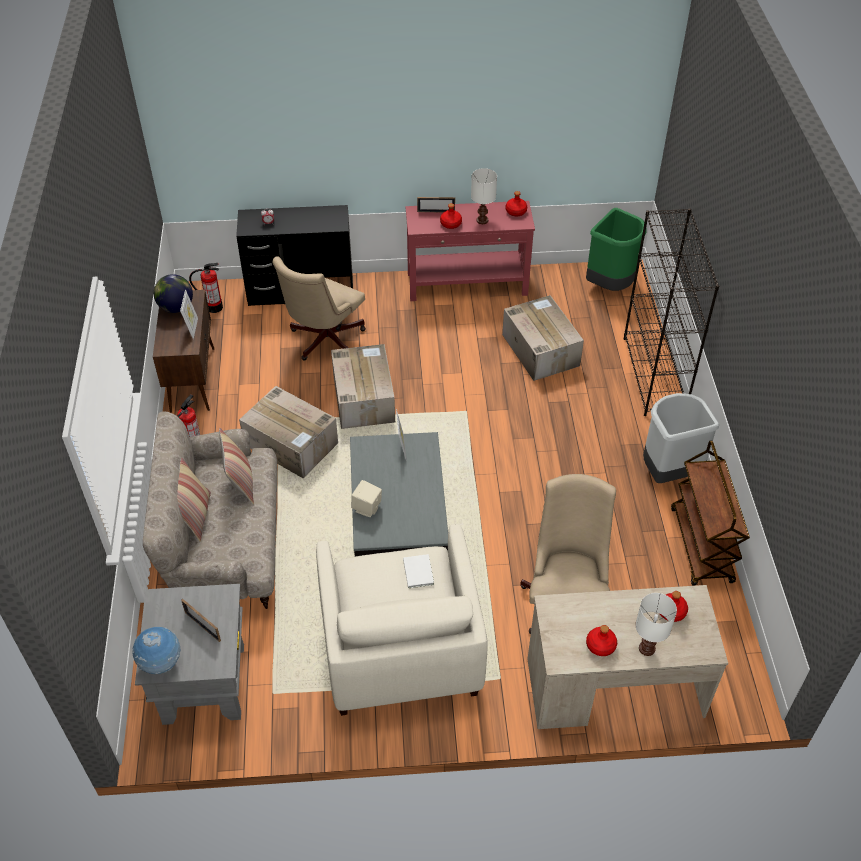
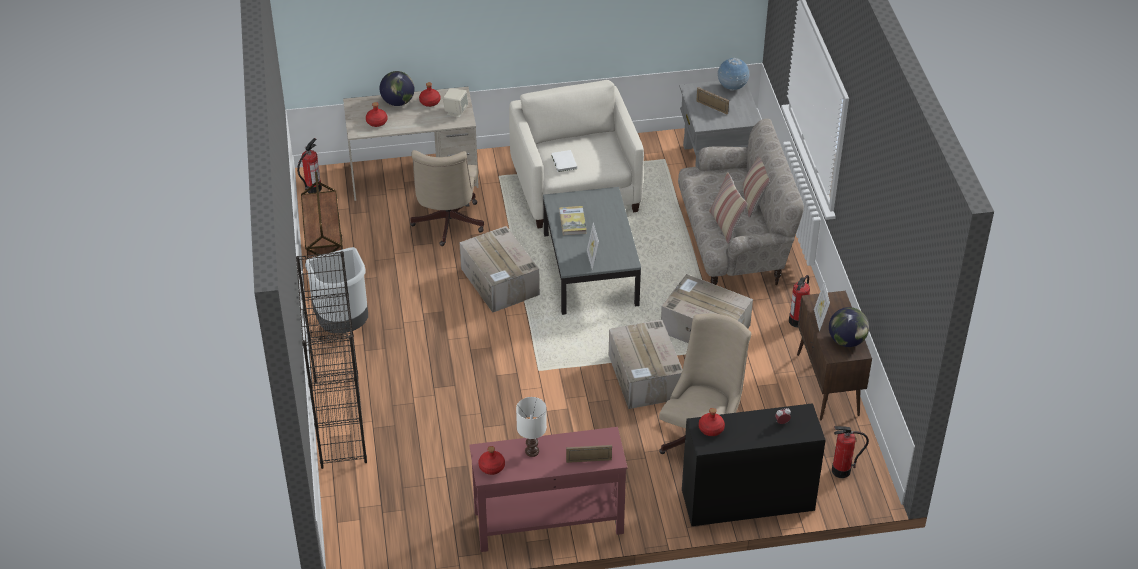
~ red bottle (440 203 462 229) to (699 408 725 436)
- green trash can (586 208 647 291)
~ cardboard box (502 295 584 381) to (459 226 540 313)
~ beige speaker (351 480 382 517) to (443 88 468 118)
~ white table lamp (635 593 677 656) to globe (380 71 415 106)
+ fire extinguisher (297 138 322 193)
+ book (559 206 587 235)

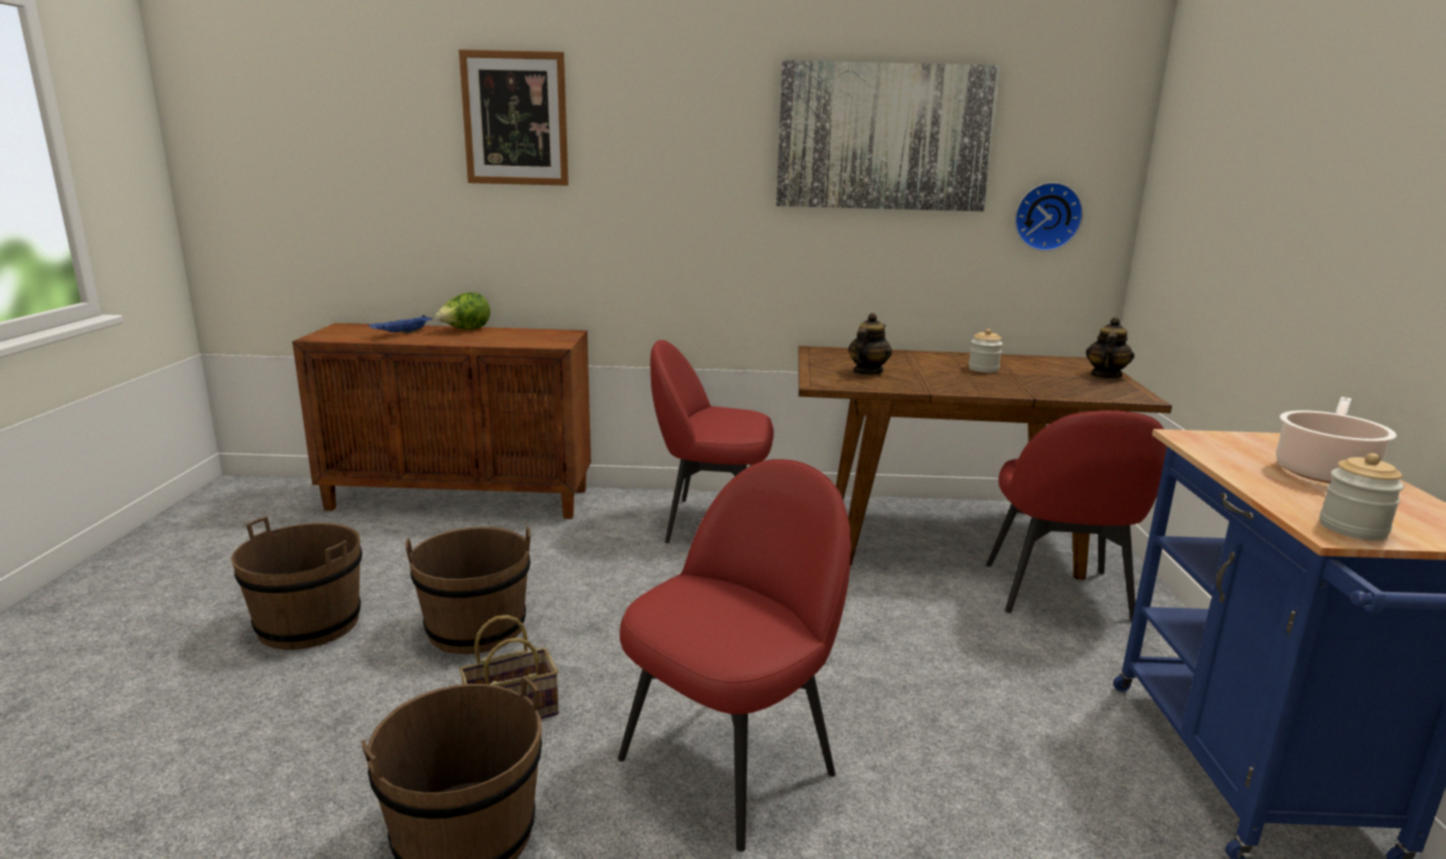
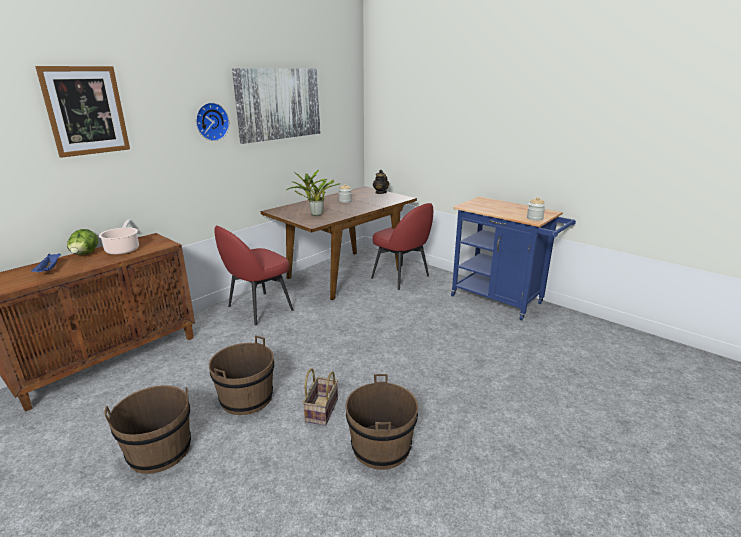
~ wall clock (1015 182 1083 251) to (196 102 229 141)
~ teapot (848 313 892 374) to potted plant (286 170 340 216)
~ cooking pot (1276 397 1397 484) to (99 219 139 255)
- red chair (618 459 851 852)

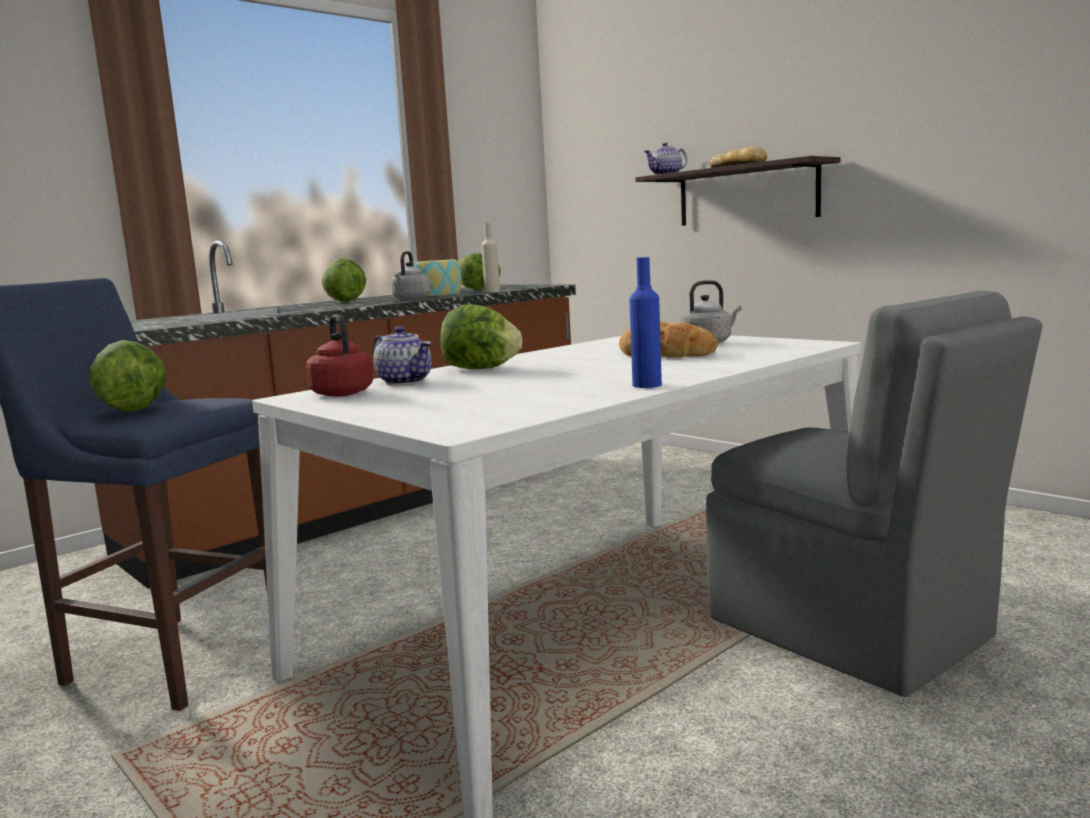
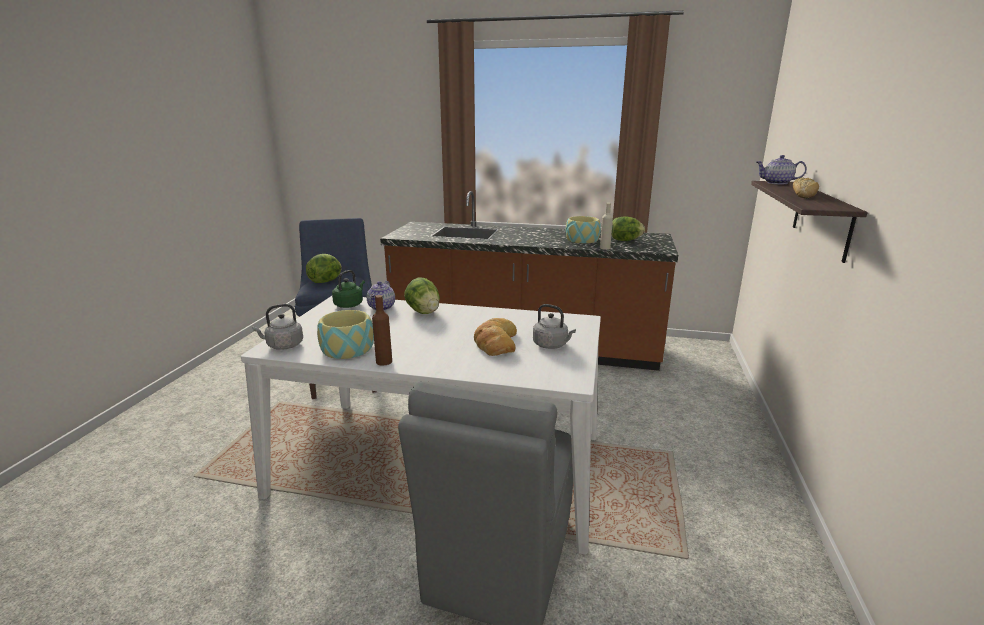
~ grey kettle (391 251 430 300) to (252 304 303 350)
~ blue bottle (629 257 662 388) to brown bottle (372 295 392 366)
- lettuce (322 258 366 302)
~ red kettle (306 314 373 397) to green kettle (332 270 365 308)
+ bowl (317 310 374 359)

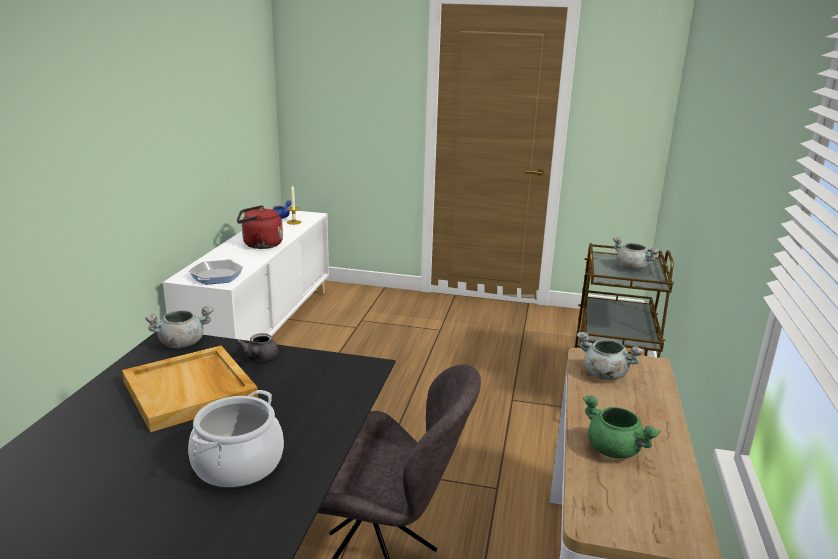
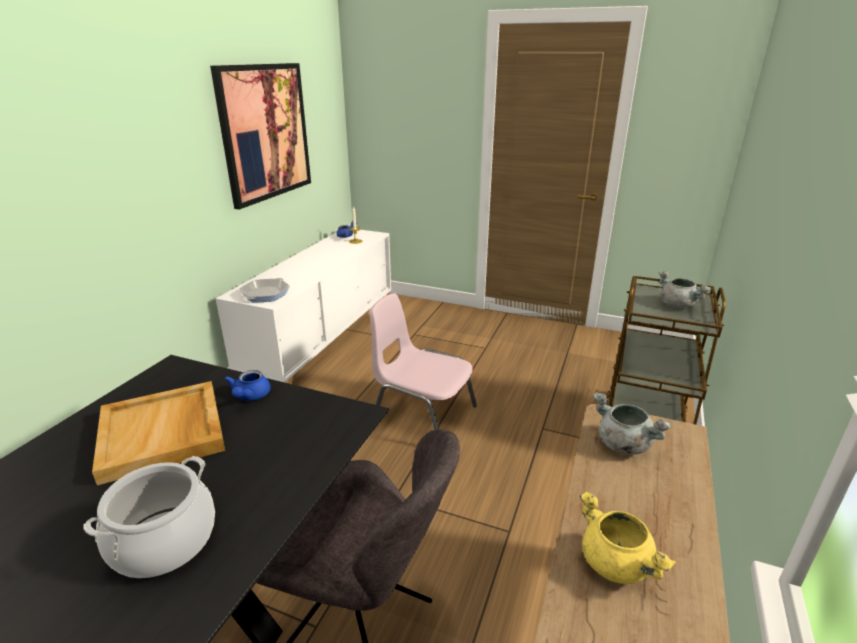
- red kettle (237 205 283 249)
- grey cooking pot (145 306 214 348)
~ grey teapot (236 333 279 361) to blue teapot (225 370 271 401)
~ green cooking pot (583 395 661 458) to yellow cooking pot (580 492 676 584)
+ picture (210 63 311 210)
+ pink chair (369 294 477 430)

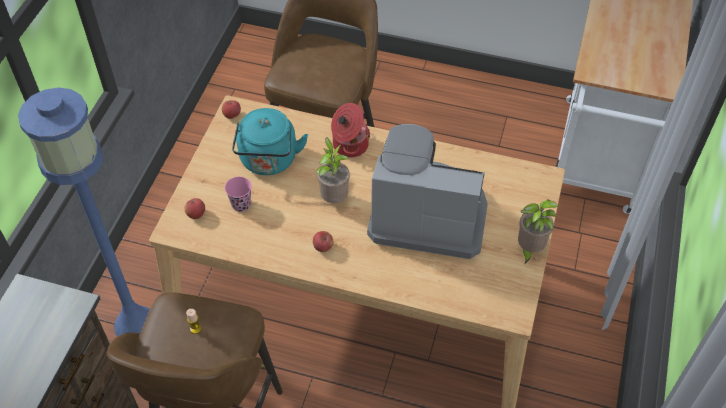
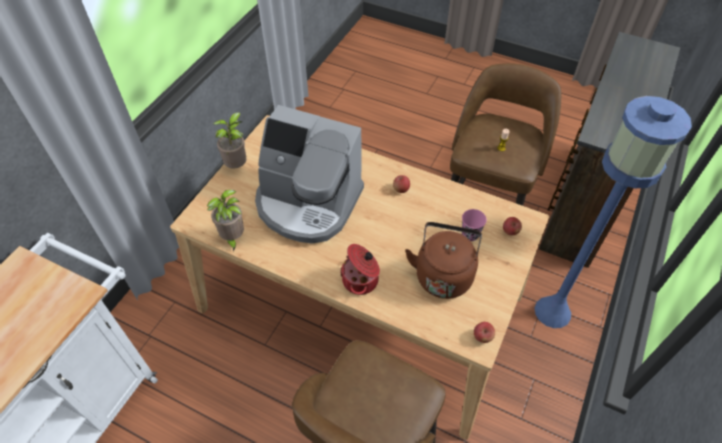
~ turquoise kettle (232 108 308 175) to brown kettle (405 222 482 299)
~ potted plant (316 137 350 203) to (207 190 244 252)

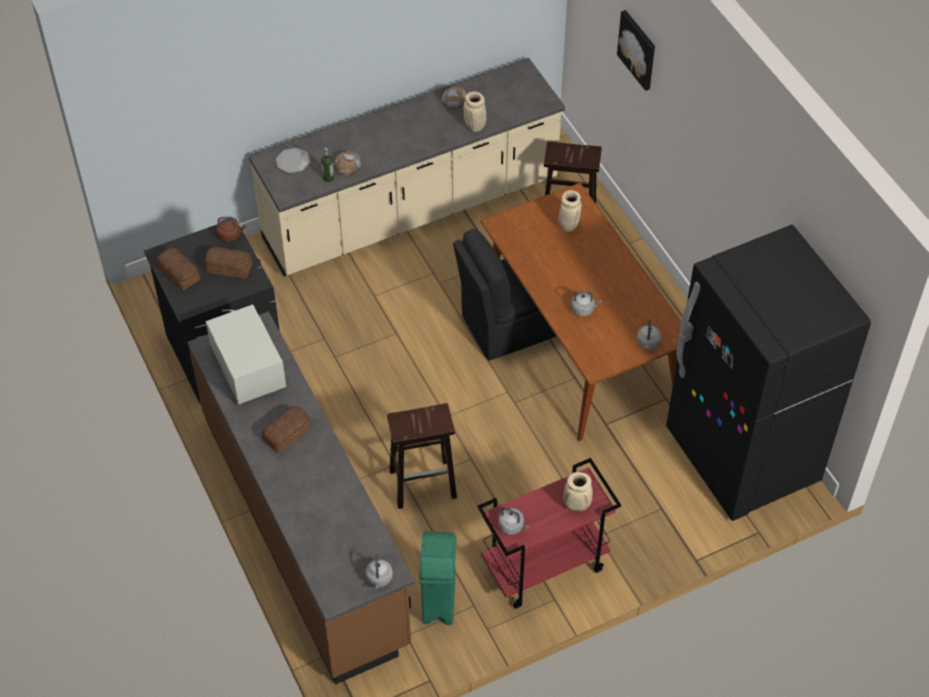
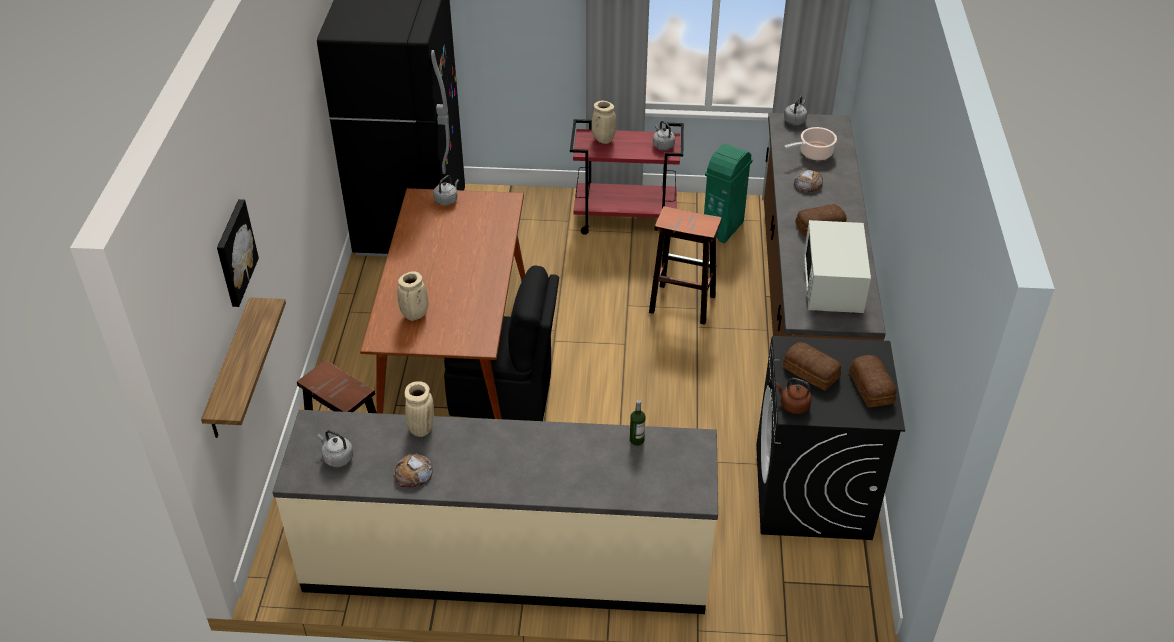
- plate (276 148 310 173)
~ bread (333 152 361 177) to (794 170 823 193)
~ grey kettle (571 291 602 316) to (318 430 354 467)
+ cooking pot (784 127 837 160)
+ shelf (201 297 286 438)

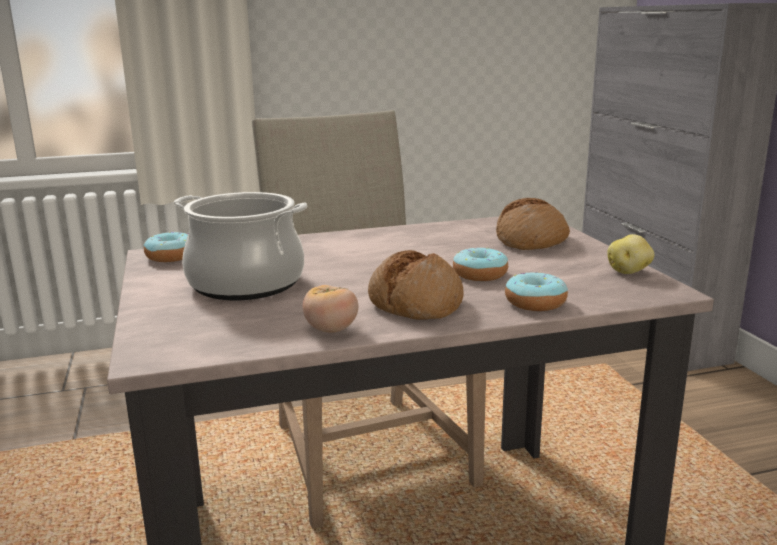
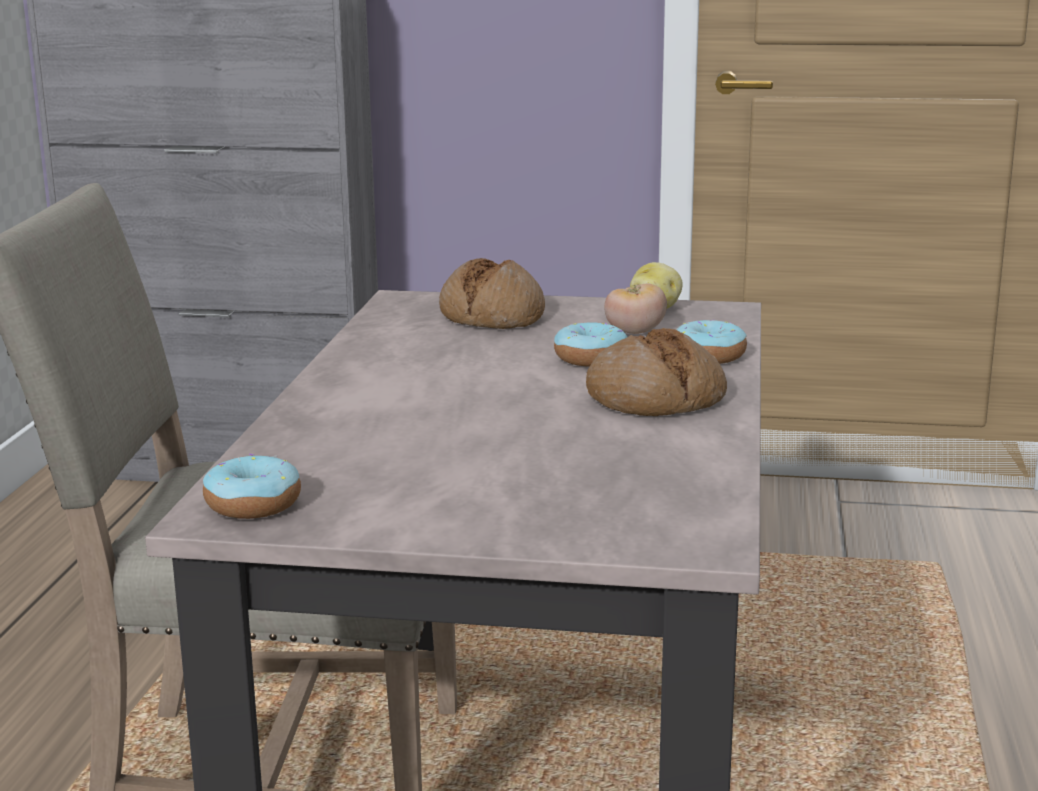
- cooking pot (174 192 307 300)
~ tomato (303 285 358 332) to (604 284 667 334)

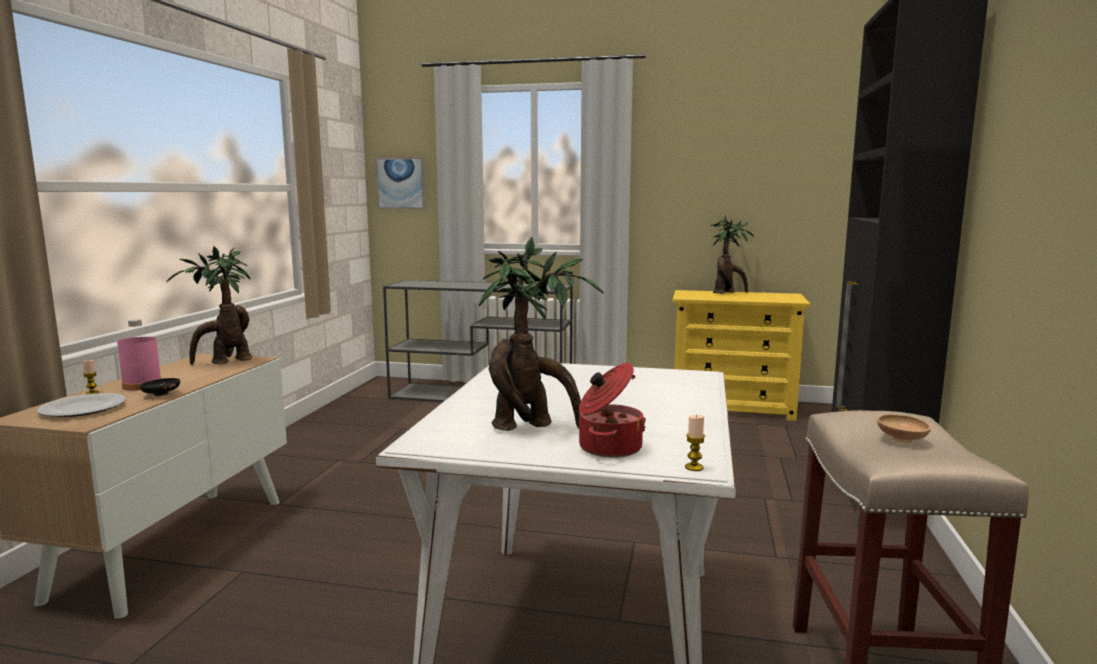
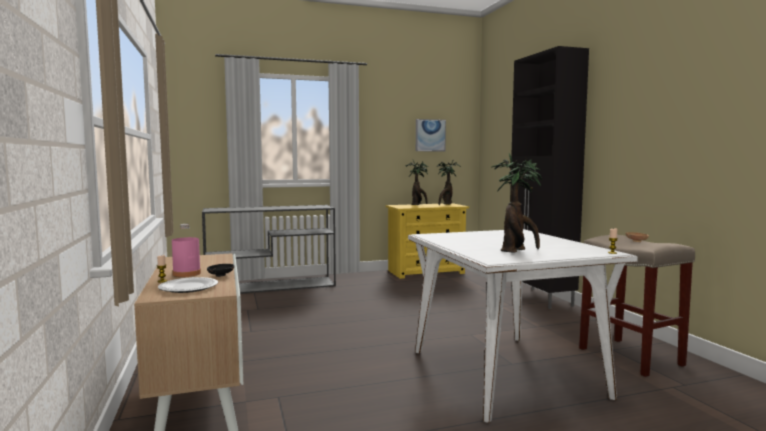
~ picture (376 158 425 209) to (416 119 446 151)
~ potted plant (166 246 252 364) to (437 159 461 205)
- cooking pot (579 363 646 458)

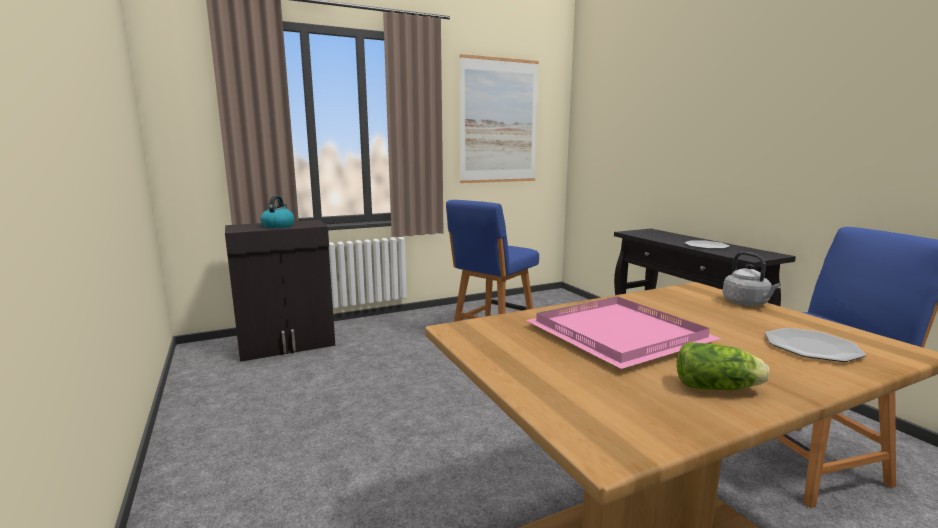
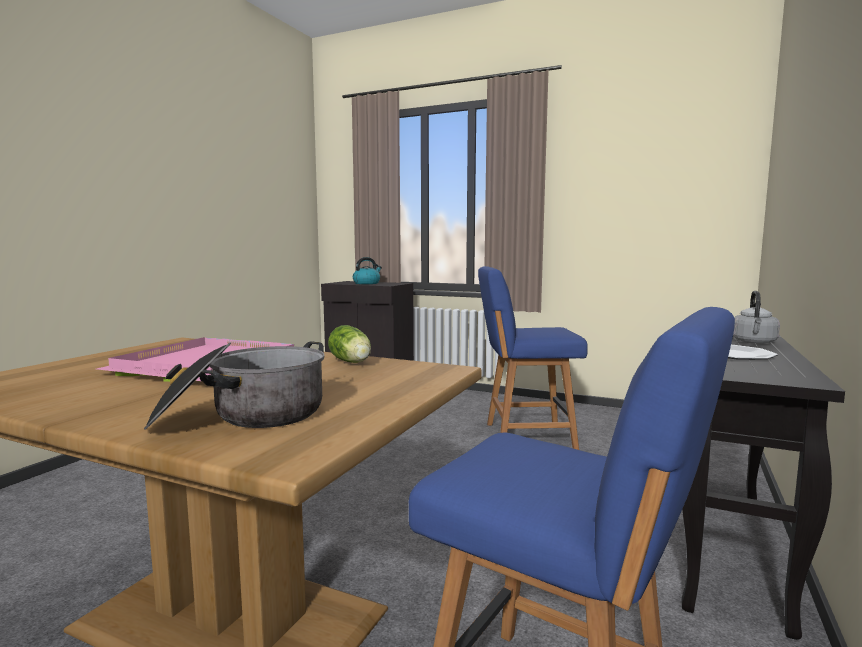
- picture (460 54 539 183)
~ grey kettle (722 252 781 306) to (733 291 780 344)
~ plate (765 328 866 362) to cooking pot (144 341 324 430)
~ lettuce (677 342 770 390) to (328 325 371 363)

